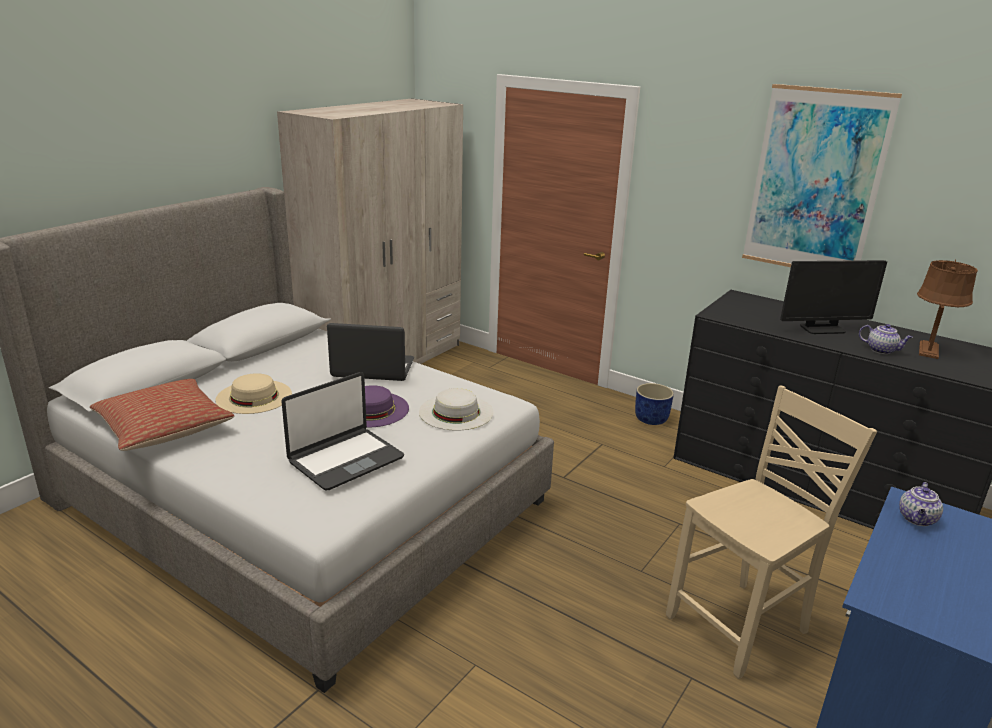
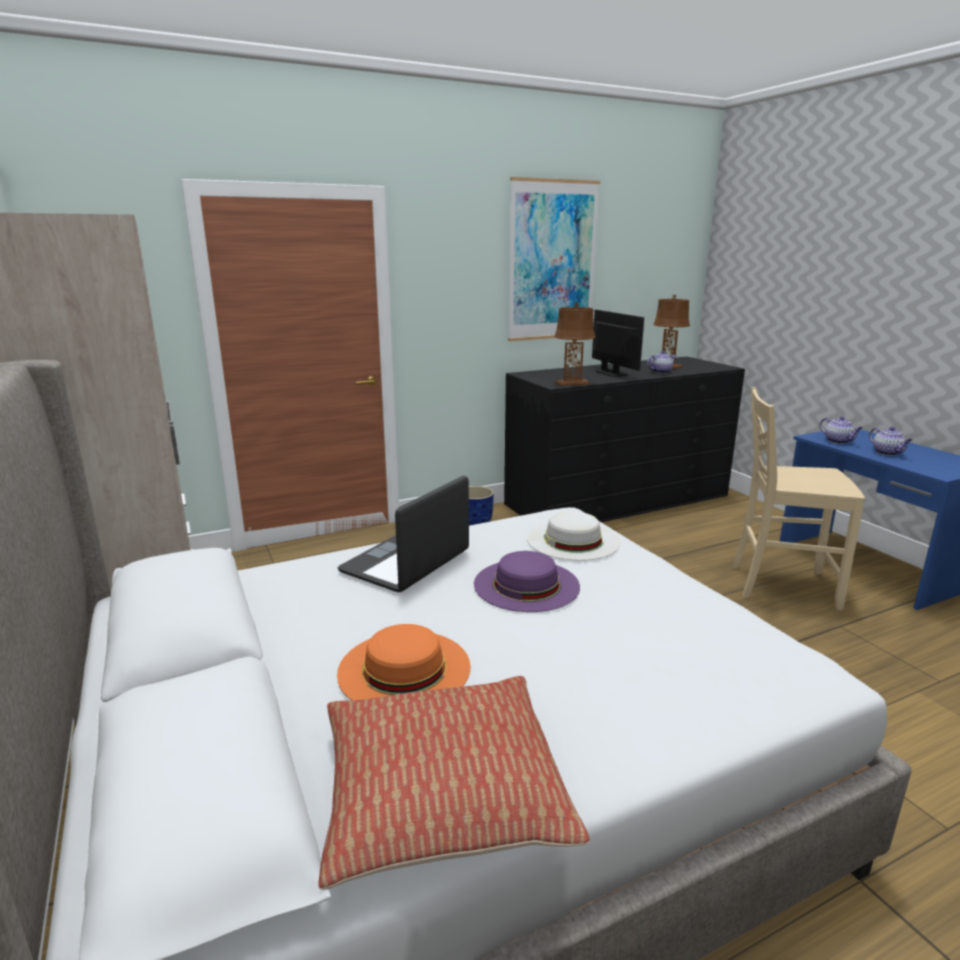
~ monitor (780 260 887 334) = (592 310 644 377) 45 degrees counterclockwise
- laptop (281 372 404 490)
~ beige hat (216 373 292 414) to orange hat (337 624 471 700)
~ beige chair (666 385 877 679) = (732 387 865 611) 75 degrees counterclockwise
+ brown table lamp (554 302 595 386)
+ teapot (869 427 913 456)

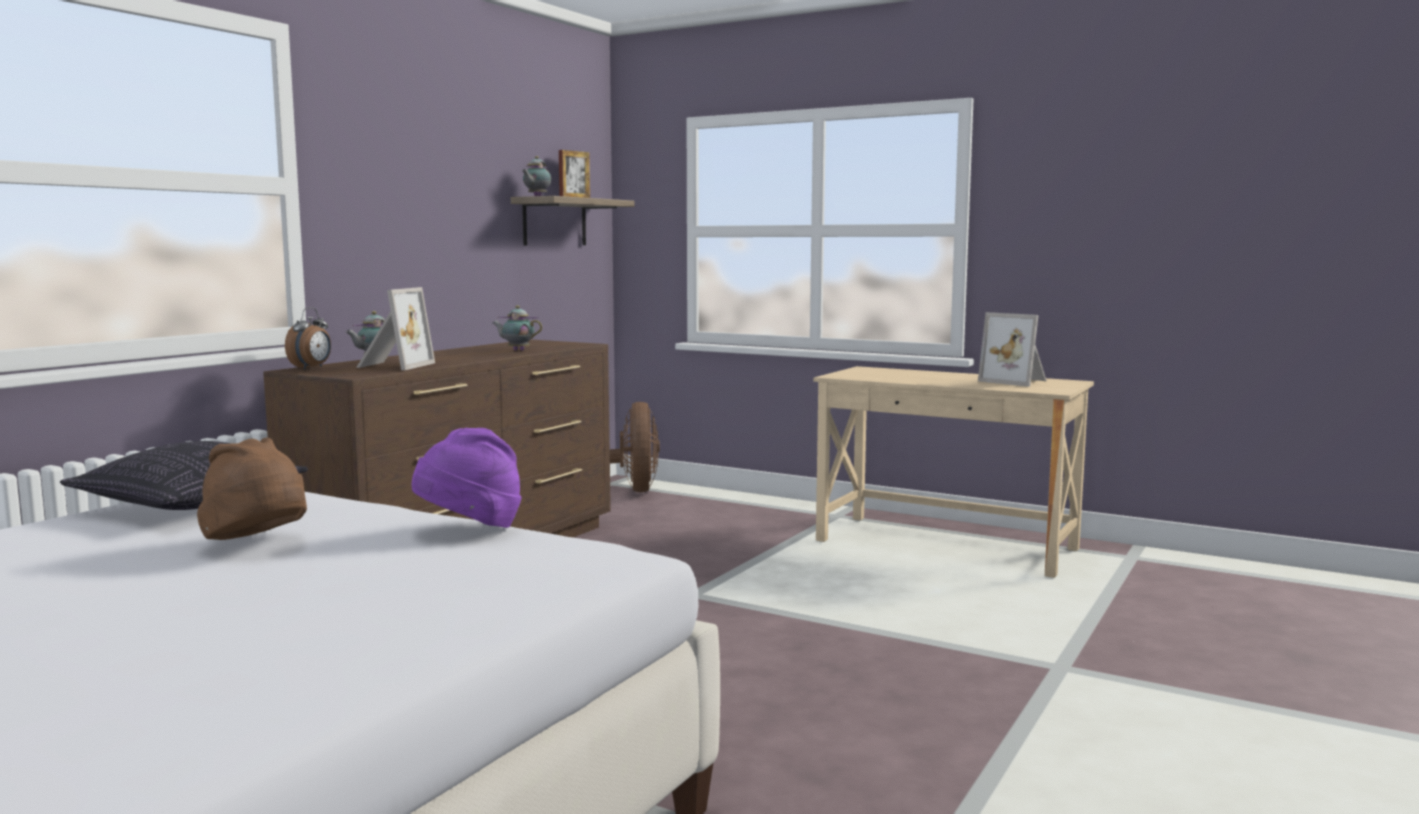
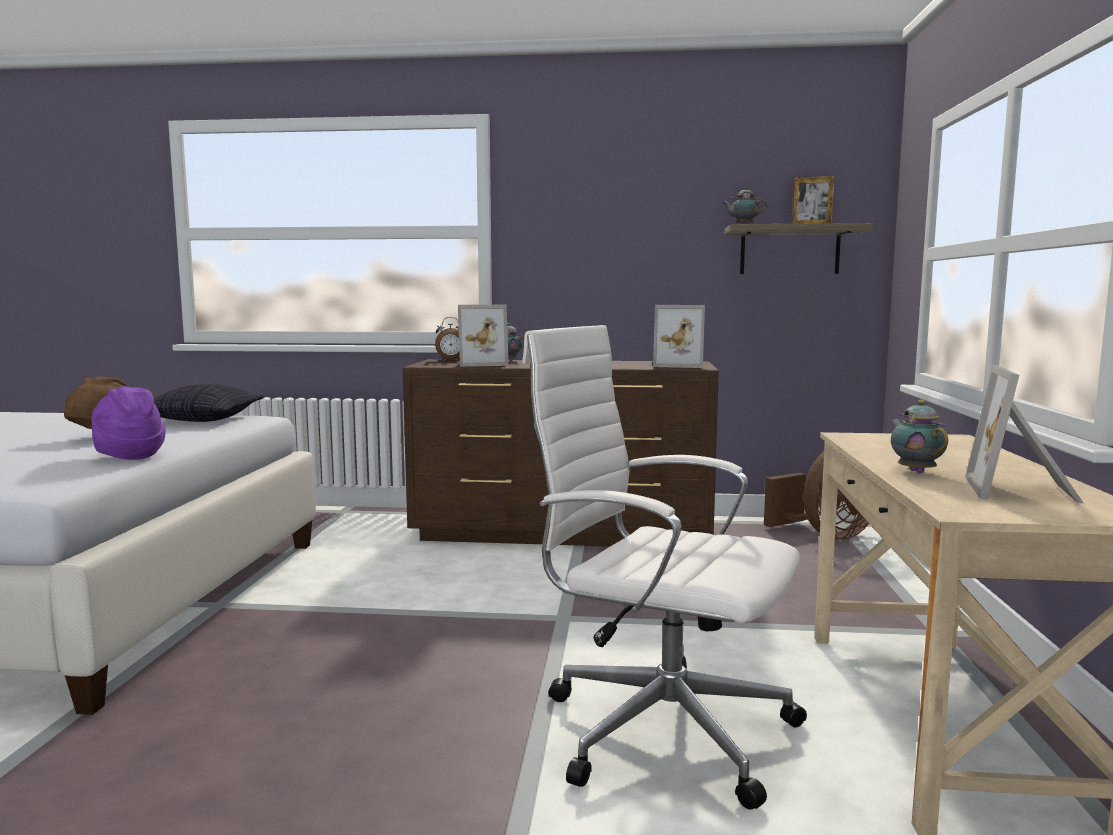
~ teapot (492 305 542 351) to (890 400 948 474)
+ picture frame (653 305 705 368)
+ white office chair (522 325 807 810)

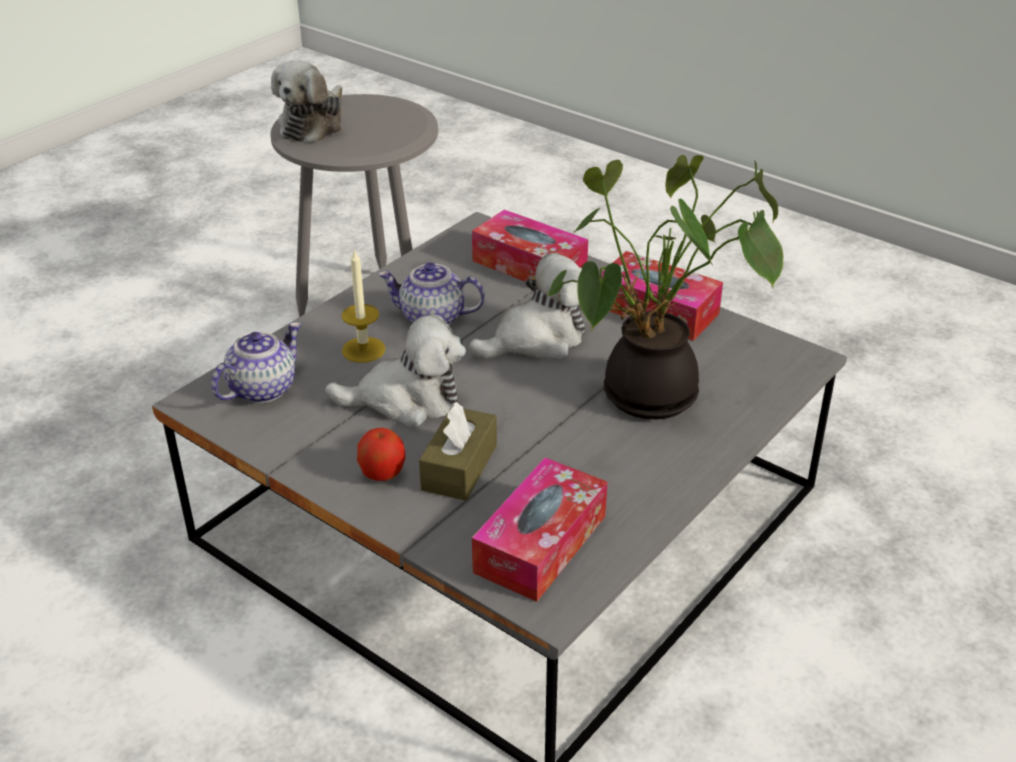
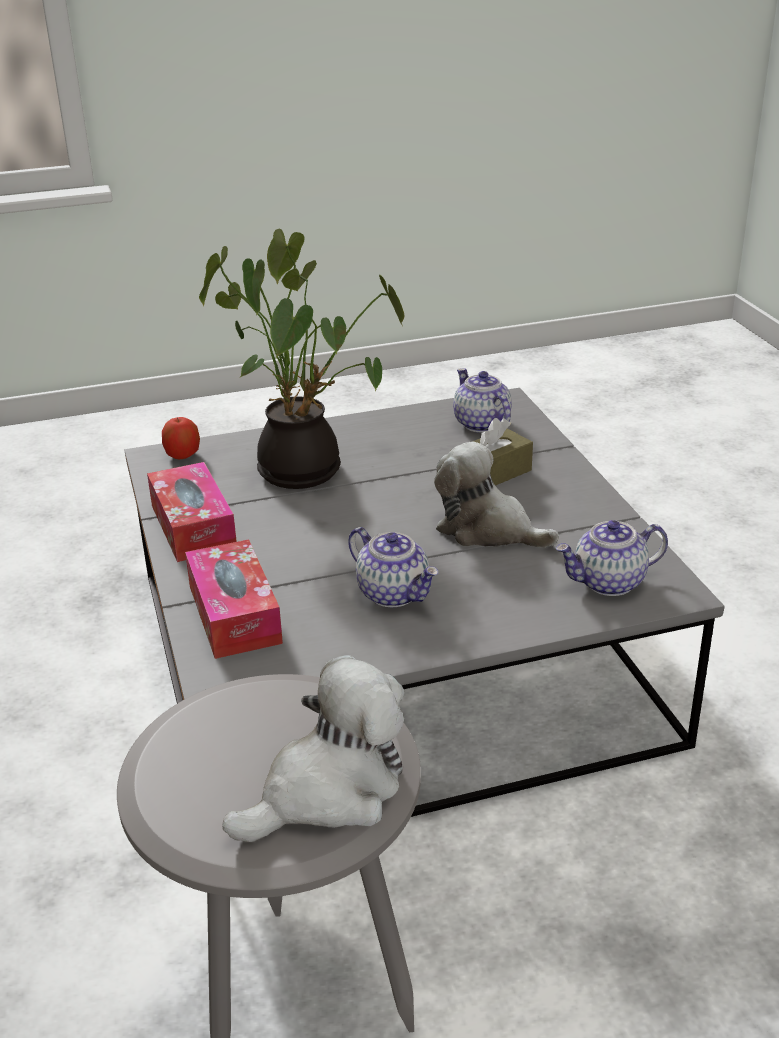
- candle (342 248 385 363)
- plush toy (469 253 585 359)
~ apple (357 428 405 481) to (162 417 200 459)
~ tissue box (472 457 607 602) to teapot (453 368 512 433)

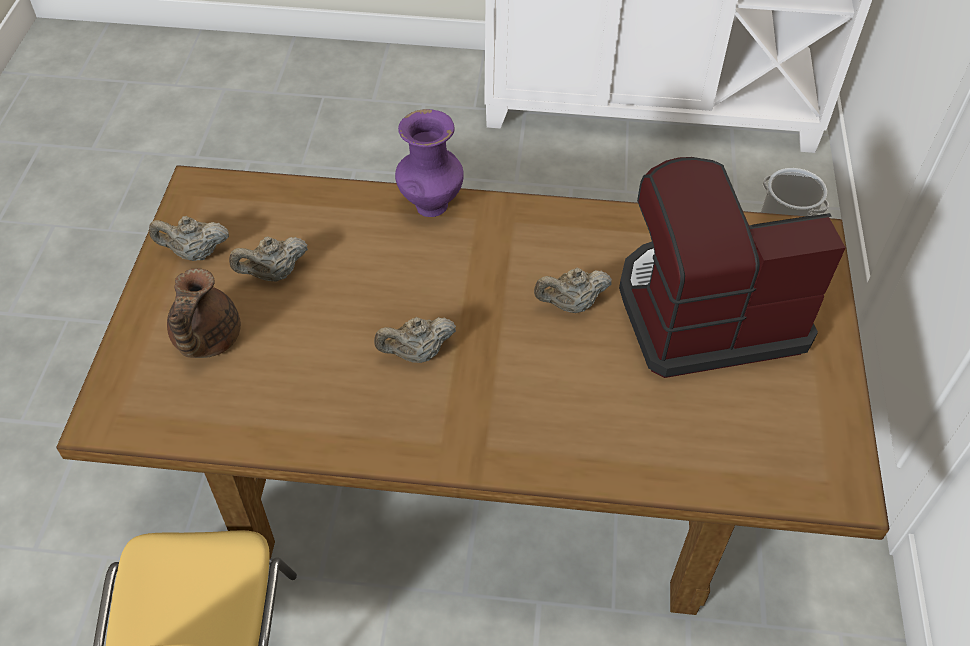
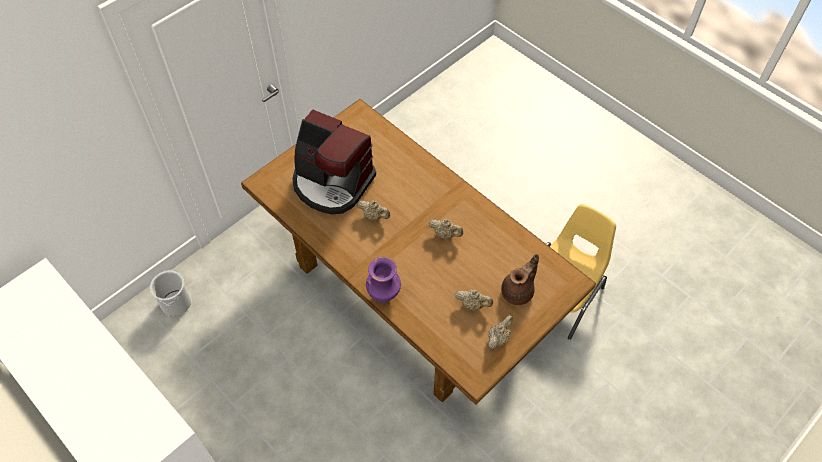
~ beige teapot (149 216 229 261) = (488 315 513 349) 90 degrees counterclockwise

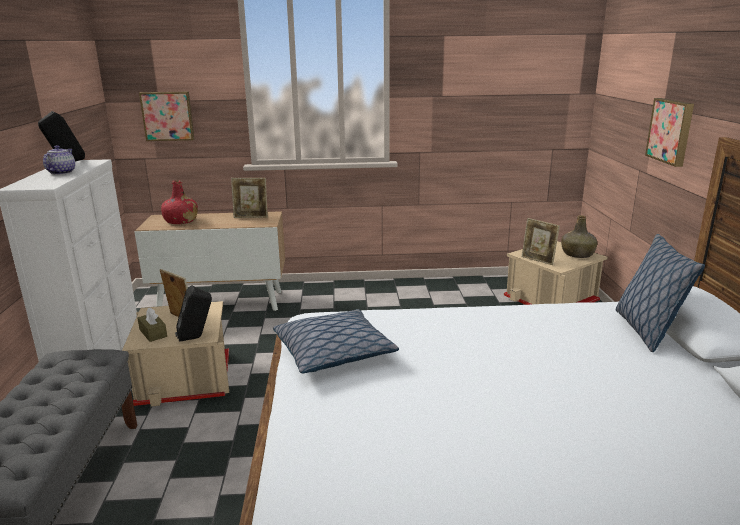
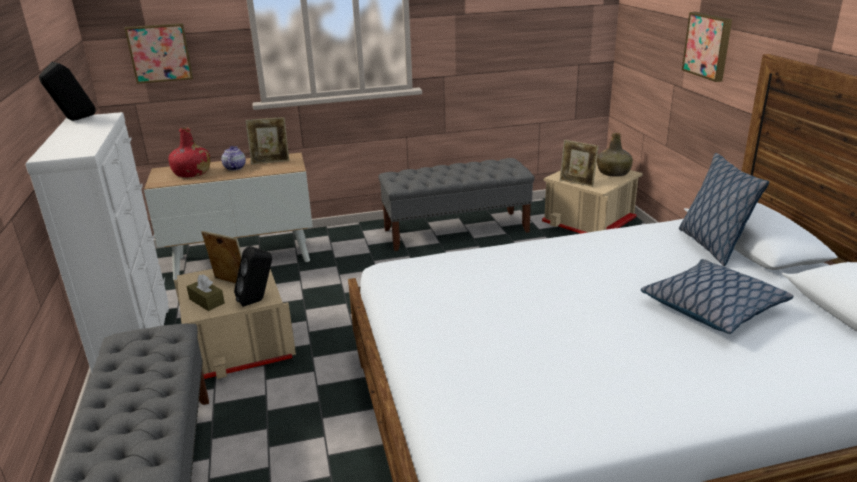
~ teapot (43 145 75 175) to (221 146 246 171)
~ pillow (273 309 399 373) to (641 259 793 334)
+ grey bench (378 158 535 251)

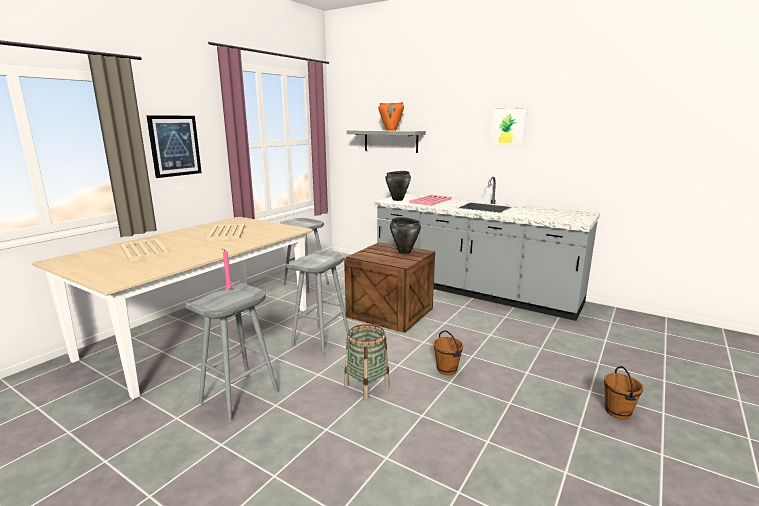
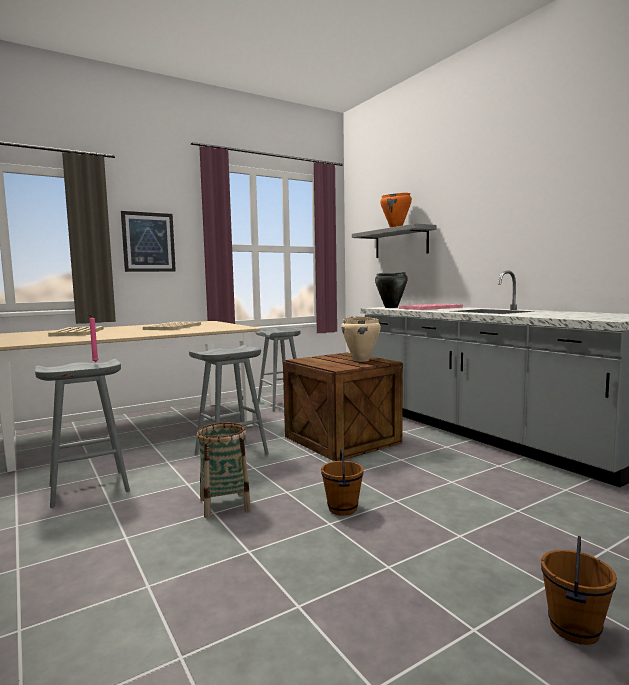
- picture (489 107 528 145)
~ black cooking pot (390 217 421 254) to beige cooking pot (341 316 381 362)

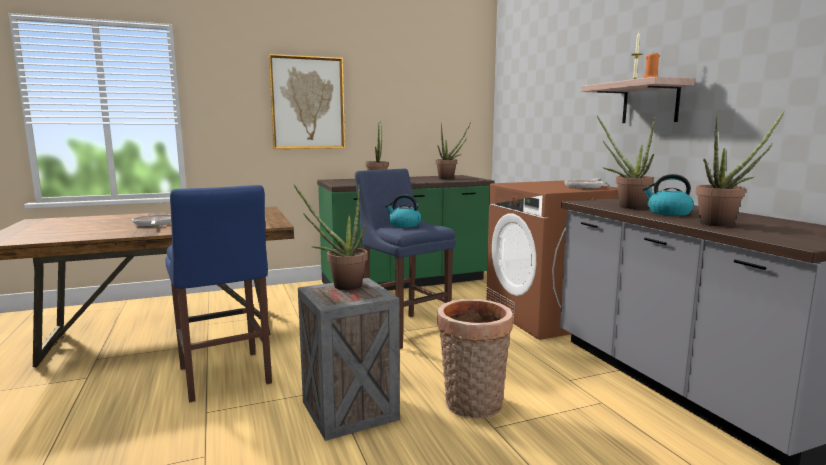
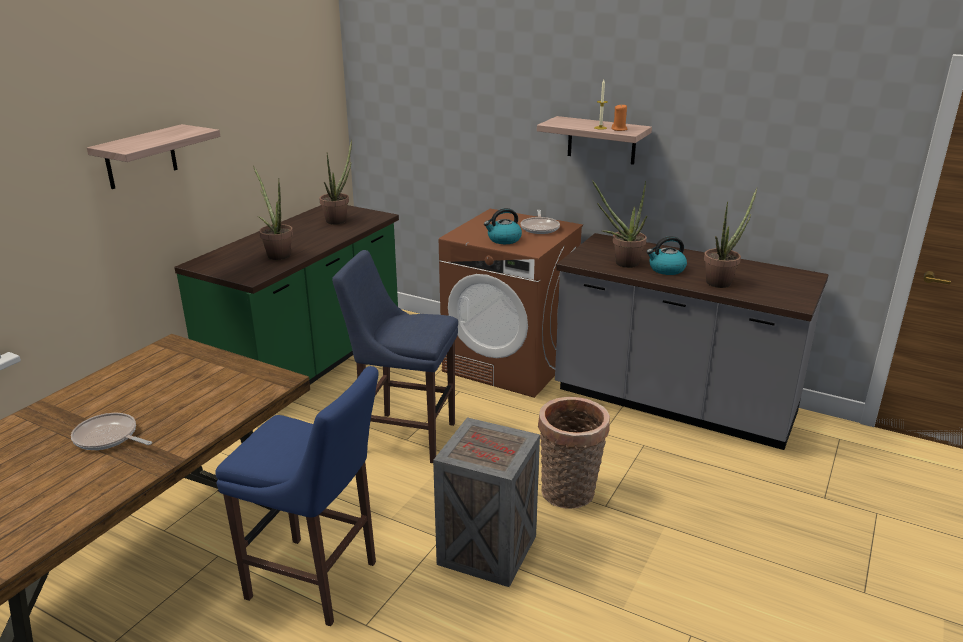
~ picture (268 54 345 149) to shelf (87 124 220 189)
- potted plant (293 184 368 290)
~ kettle (385 194 421 228) to (484 208 522 244)

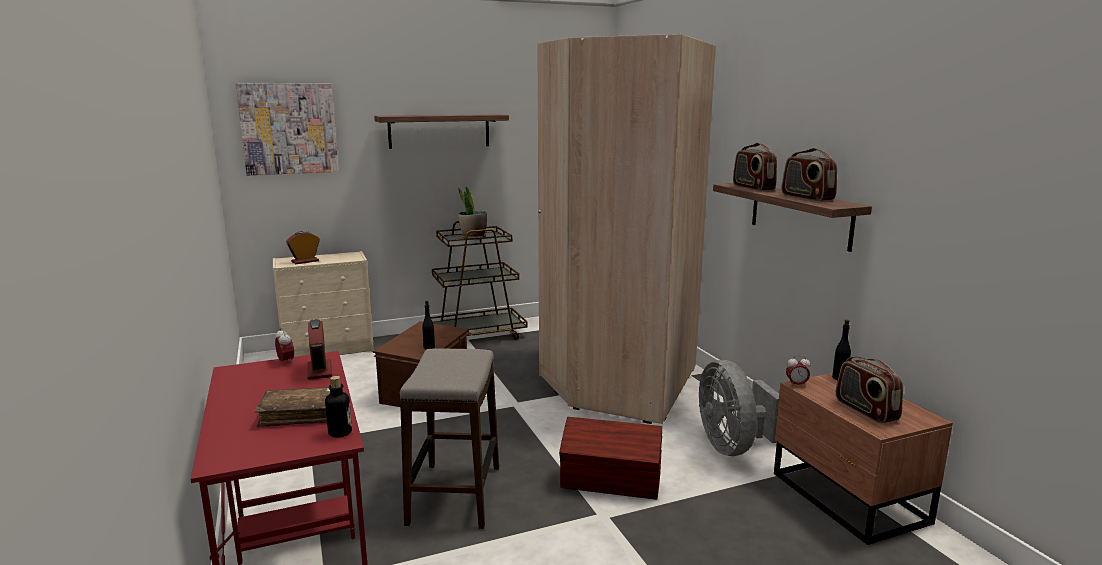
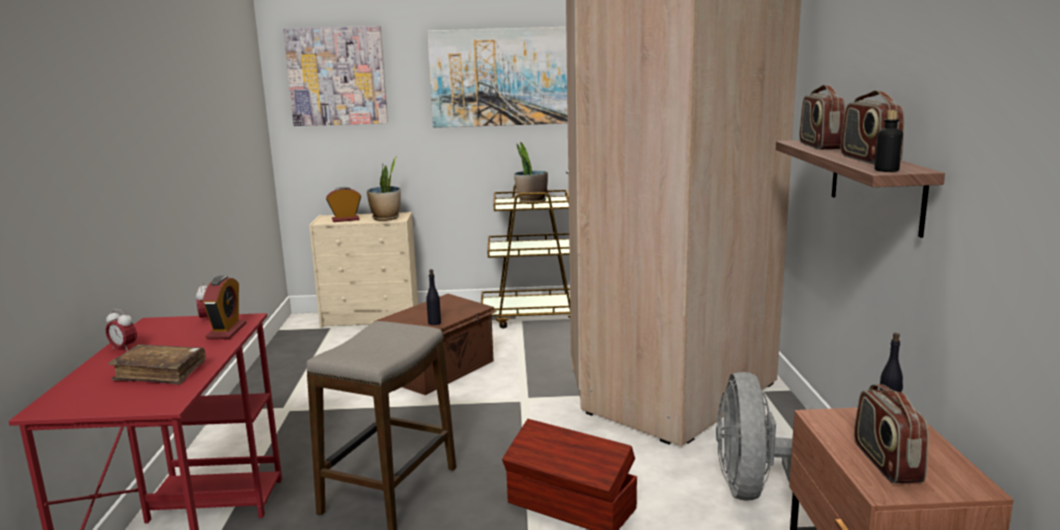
~ shelf (374 114 509 149) to picture (427 27 568 128)
~ alarm clock (786 355 810 387) to (106 309 137 350)
~ bottle (325 376 352 438) to (874 110 903 172)
+ potted plant (367 156 401 221)

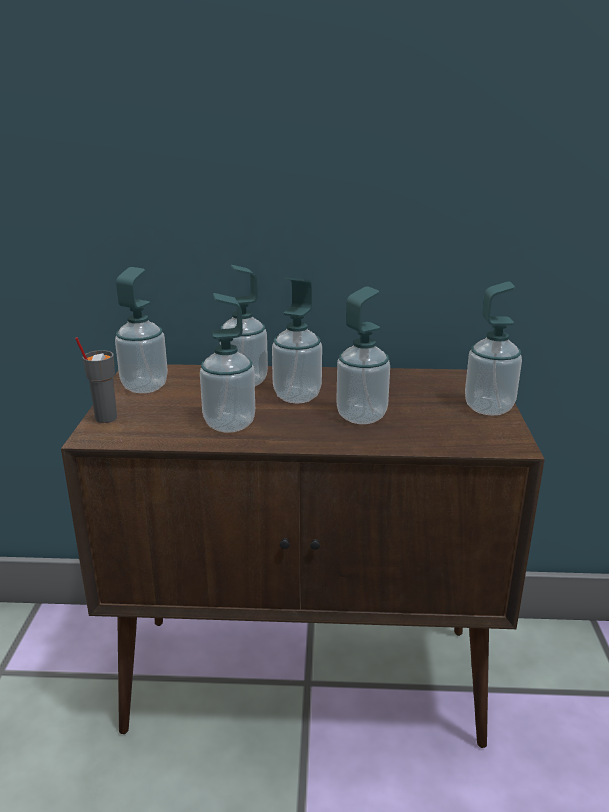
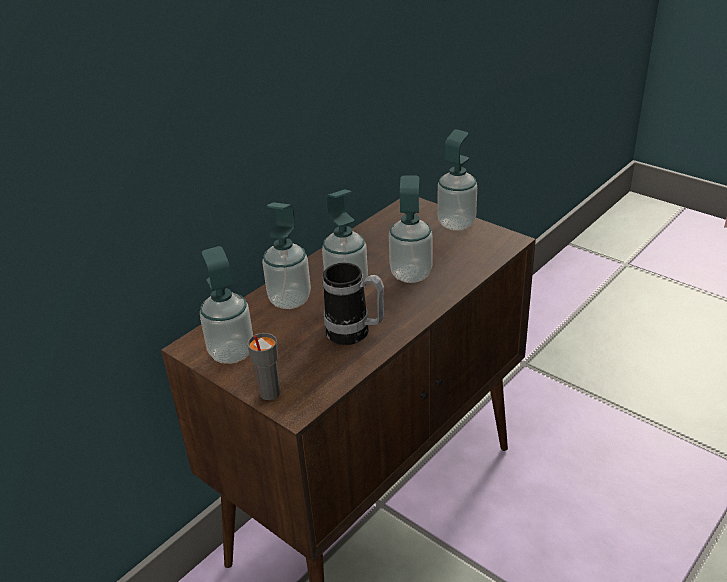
~ soap dispenser (200 293 255 432) to mug (323 263 384 345)

